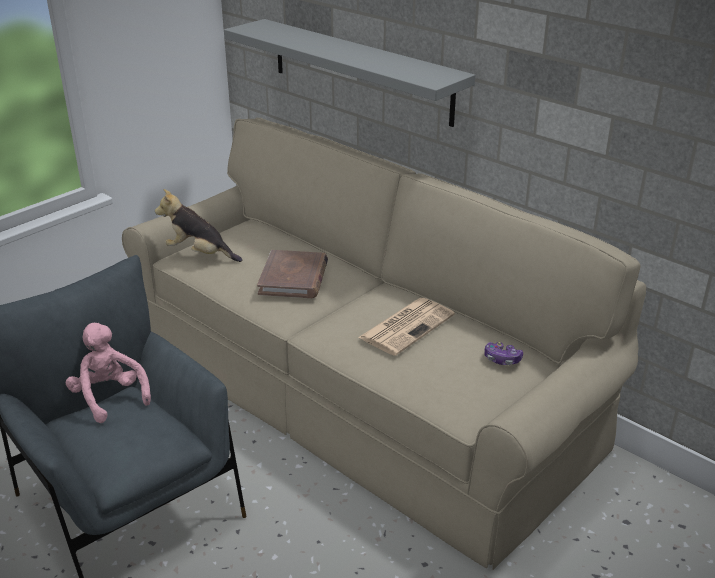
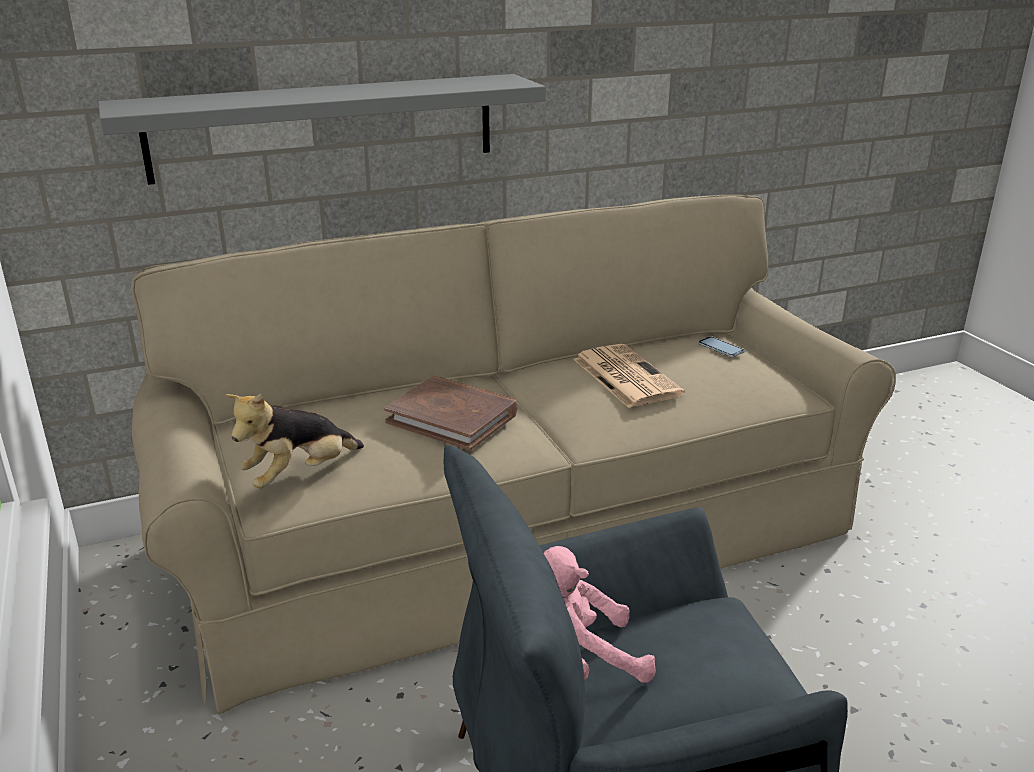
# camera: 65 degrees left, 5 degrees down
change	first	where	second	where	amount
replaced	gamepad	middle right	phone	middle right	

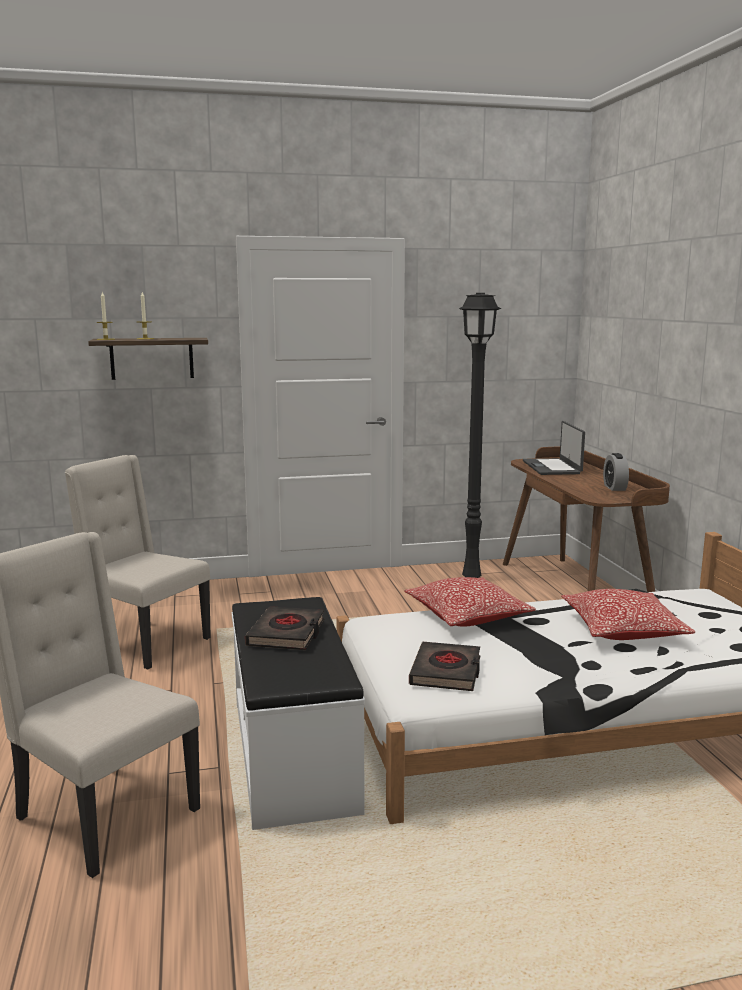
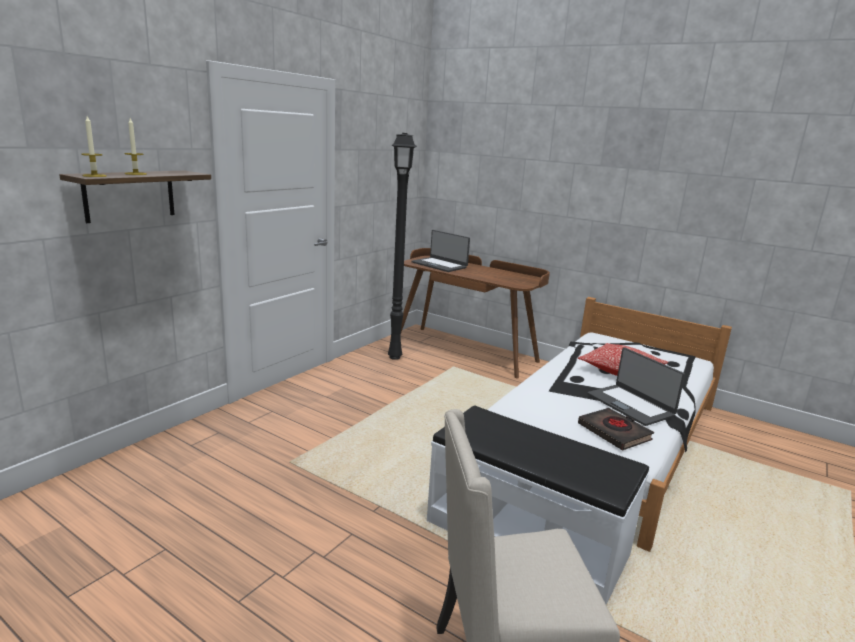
# camera: 45 degrees left, 5 degrees up
change	first	where	second	where	amount
removed	sand-coloured chair (2nd from left)	middle left			
removed	black bound book (1st from left)	centre			
removed	throw pillow (1st from left)	centre			
removed	table clock	middle right			
added			portable computer (2nd from left)	middle right	

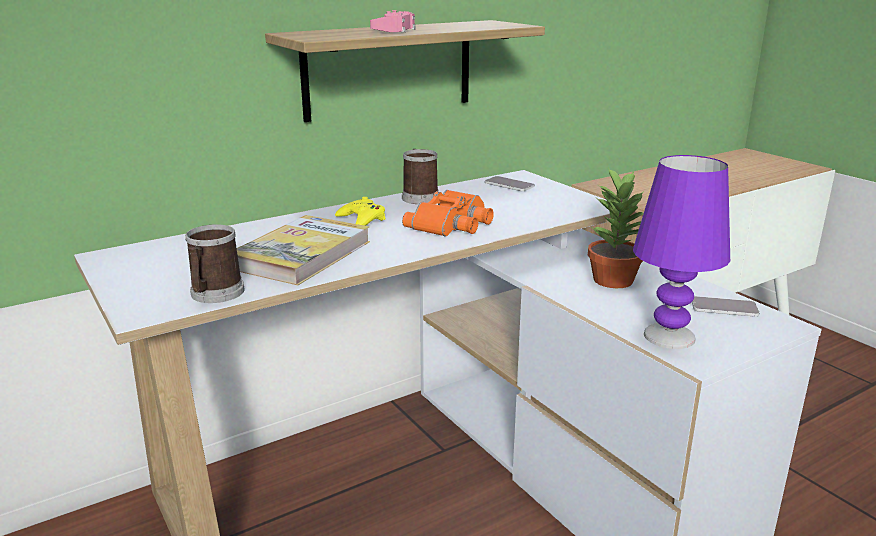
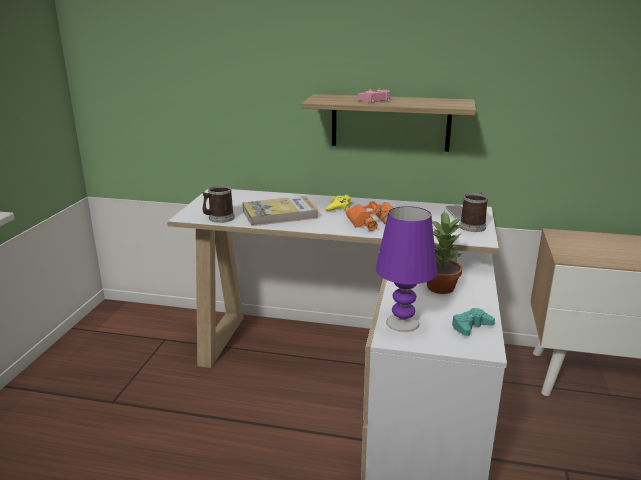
# camera: 45 degrees right, 0 degrees up
change	first	where	second	where	amount
moved	tea mug (2nd from left)	top centre		middle right	
replaced	phone (2nd from left)	middle right	blue-green gamepad	bottom right	

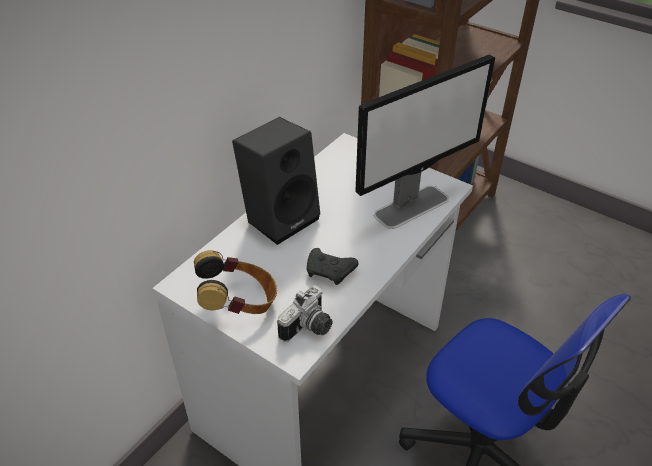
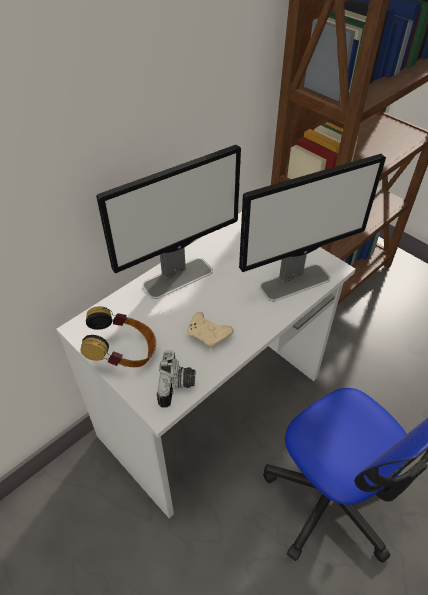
# camera: 10 degrees right, 5 degrees up
change	first	where	second	where	amount
replaced	black speaker	centre	monitor (1st from left)	centre	
turned	still camera	bottom centre		centre	45 degrees counterclockwise
recoloured	black gamepad	centre	sand-coloured gamepad	centre	

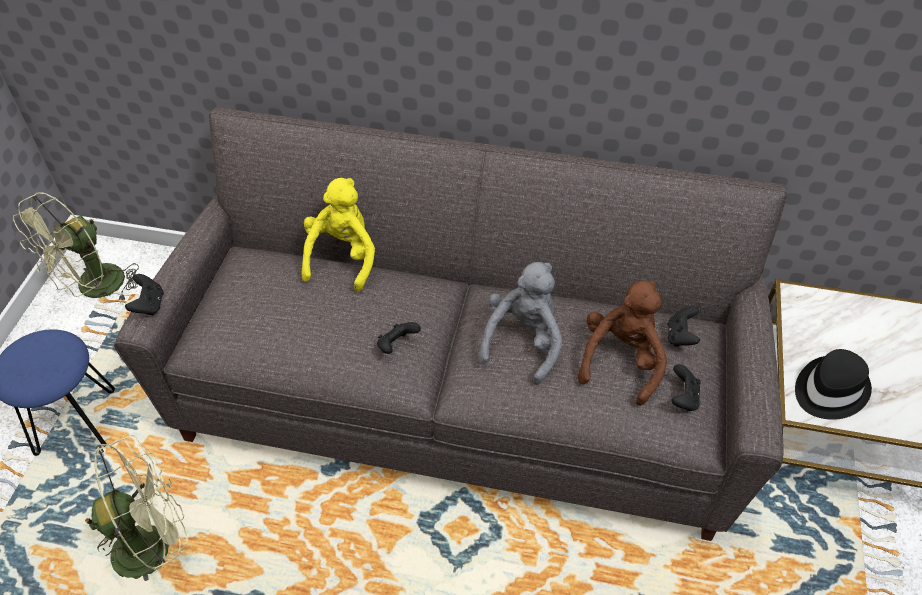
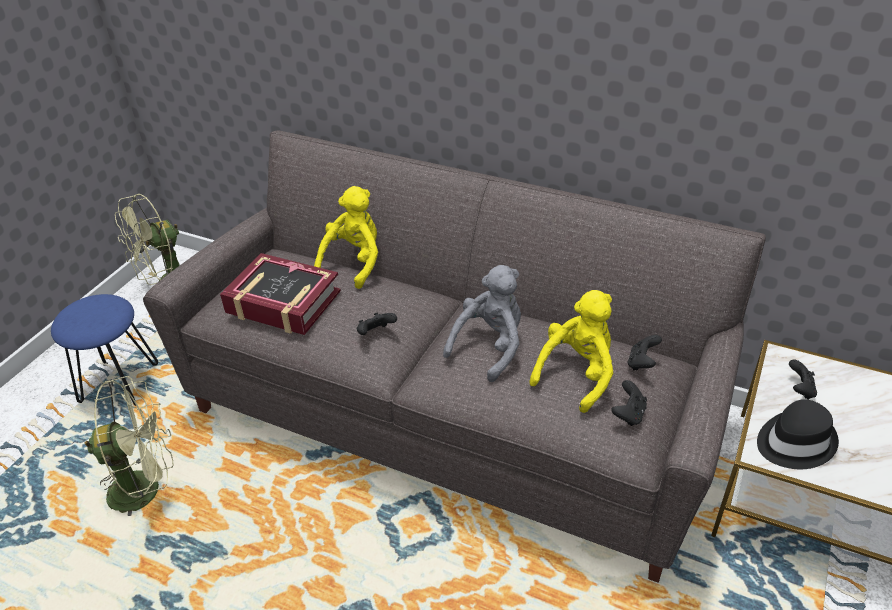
# camera: 15 degrees right, 10 degrees down
change	first	where	second	where	amount
moved	black gamepad (1st from left in the first image)	middle left	black gamepad (4th from left)	middle right	
recoloured	brownish cuddly toy	middle right	yellow-coloured cuddly toy (2nd from left)	centre	
added			bound book	middle left	

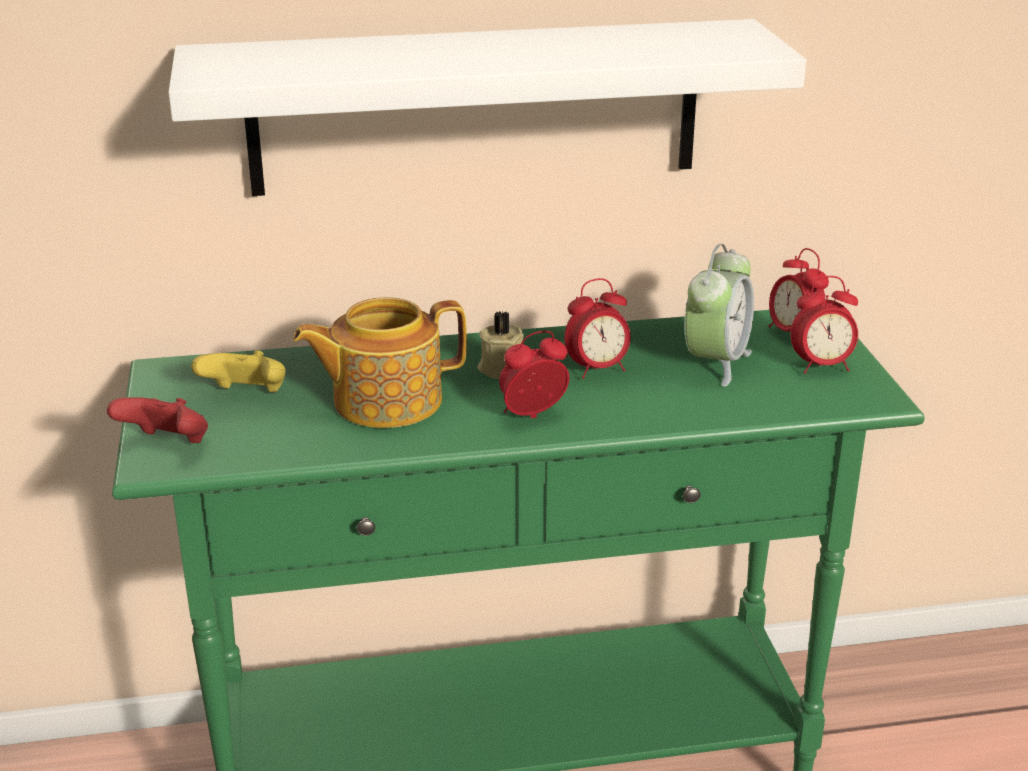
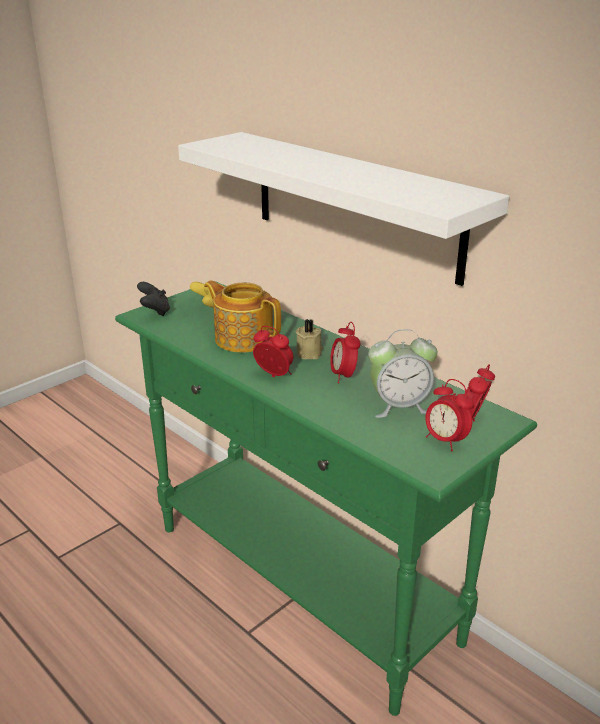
# camera: 55 degrees right, 0 degrees up
change	first	where	second	where	amount
recoloured	red-coloured gamepad	middle left	black gamepad	middle left	
turned	table clock (2nd from left)	centre		centre	45 degrees clockwise

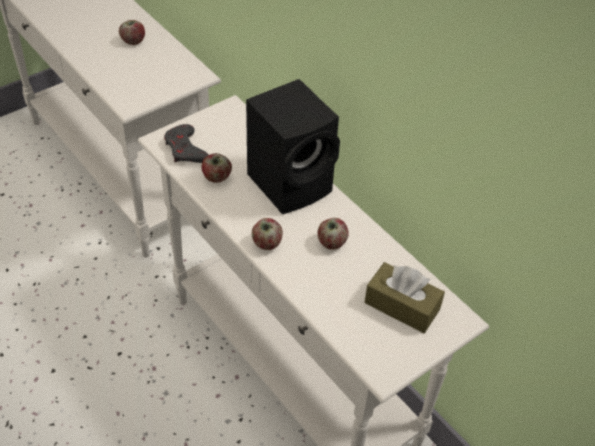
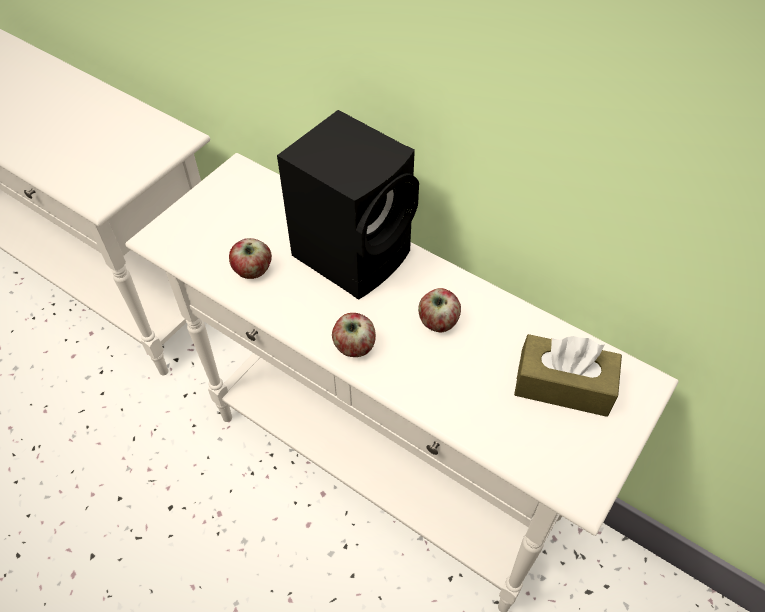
# camera: 15 degrees left, 5 degrees up
change	first	where	second	where	amount
removed	apple fruit (1st from left)	top left			
removed	greyish gamepad	top left			

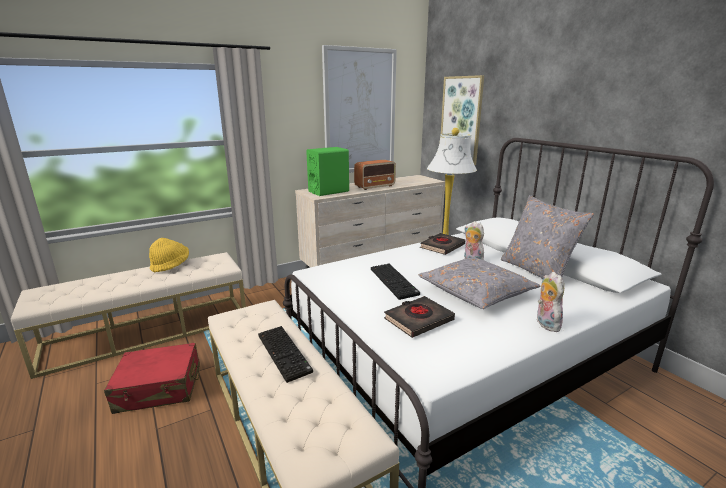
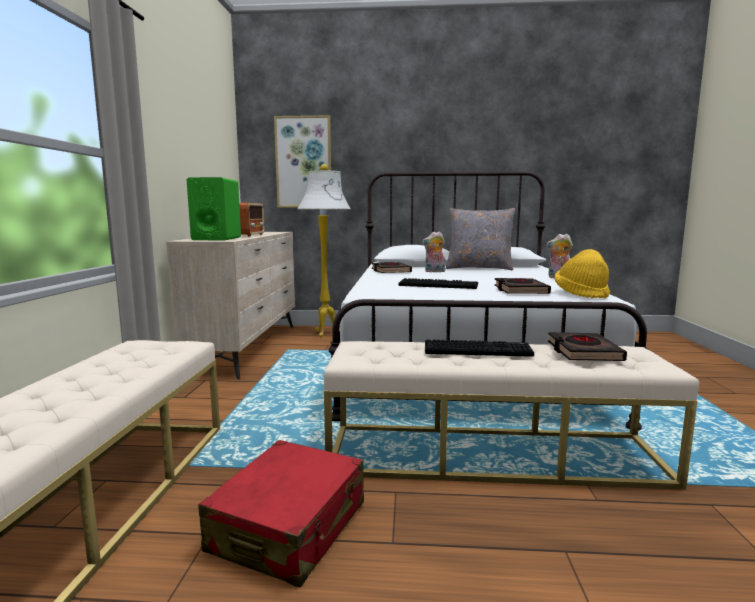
# camera: 55 degrees left, 10 degrees down
change	first	where	second	where	amount
moved	yellow-coloured hat	middle left		middle right	
removed	picture (1st from left)	top centre			
removed	greyish throw pillow (1st from left)	centre			
added			black bound book (3rd from left)	middle right	

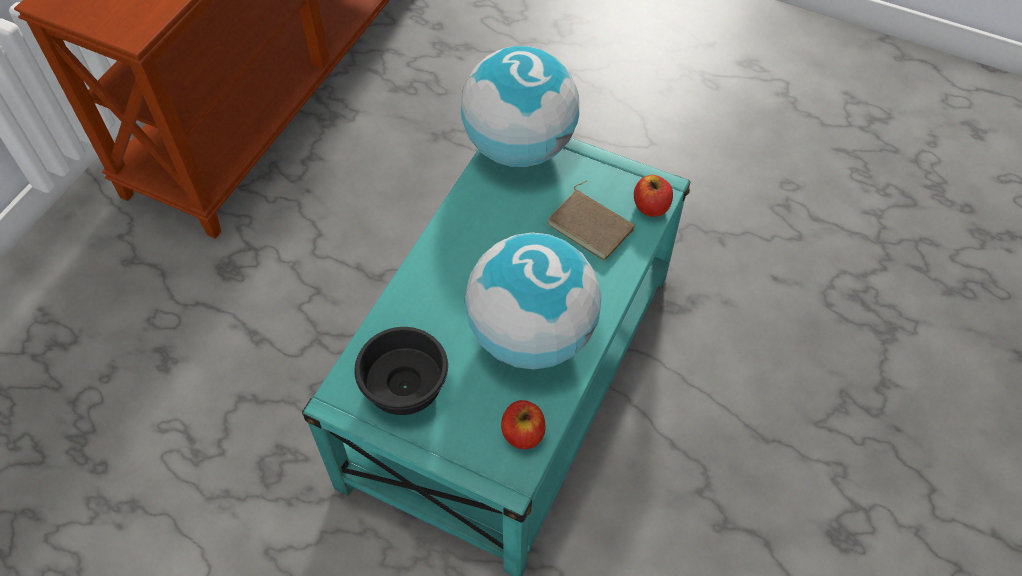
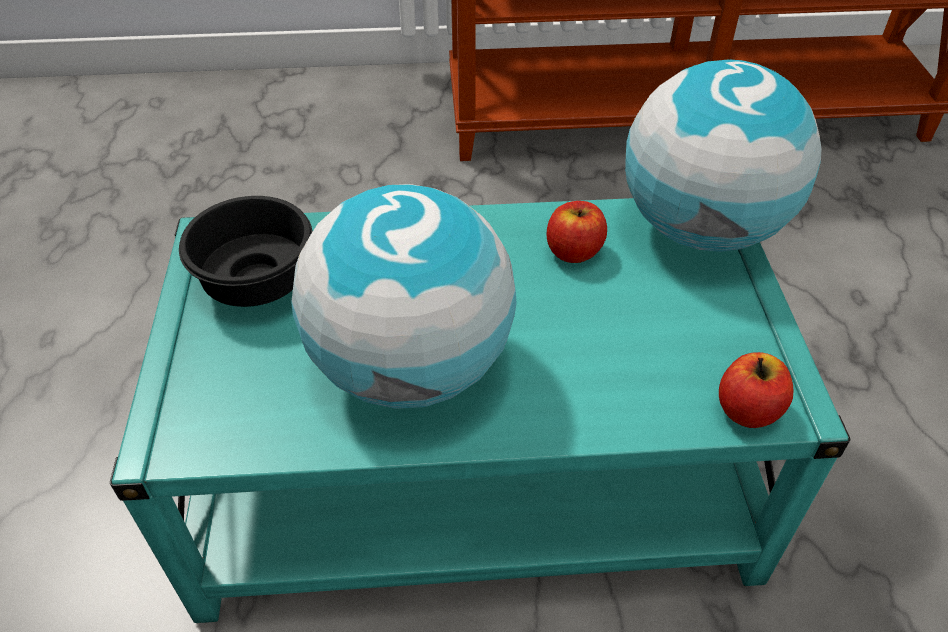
# camera: 60 degrees right, 10 degrees down
change	first	where	second	where	amount
moved	apple fruit (1st from left)	bottom centre		centre	
removed	brownish bound book	centre			

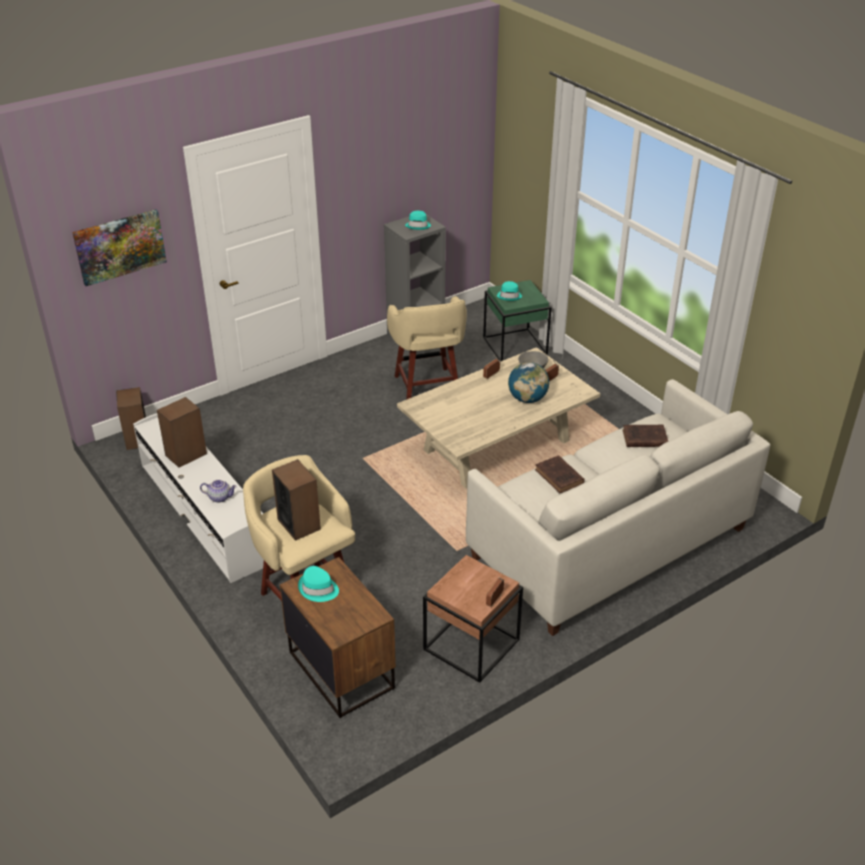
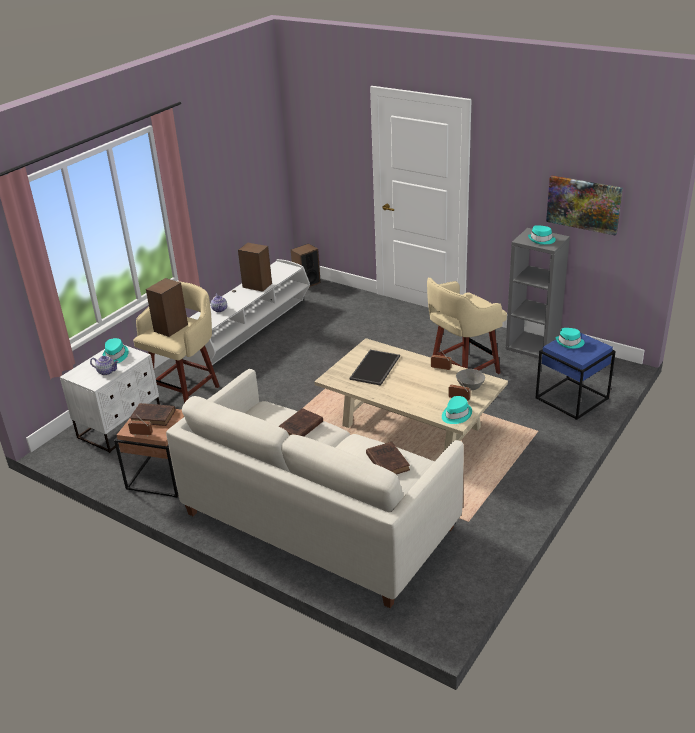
# camera: 70 degrees right, 5 degrees down
change	first	where	second	where	amount
moved	picture	top left		top right	
recoloured	brownish bedside table	bottom centre	white bedside table	middle left	
recoloured	green accent table	centre	blue-coloured accent table	middle right	
removed	desk globe	centre			
added			pot for tea (1st from left)	middle left	
added			brownish bound book (1st from left)	middle left	
added			carrying tray	centre	
added			blue-green hat (2nd from left)	centre	

